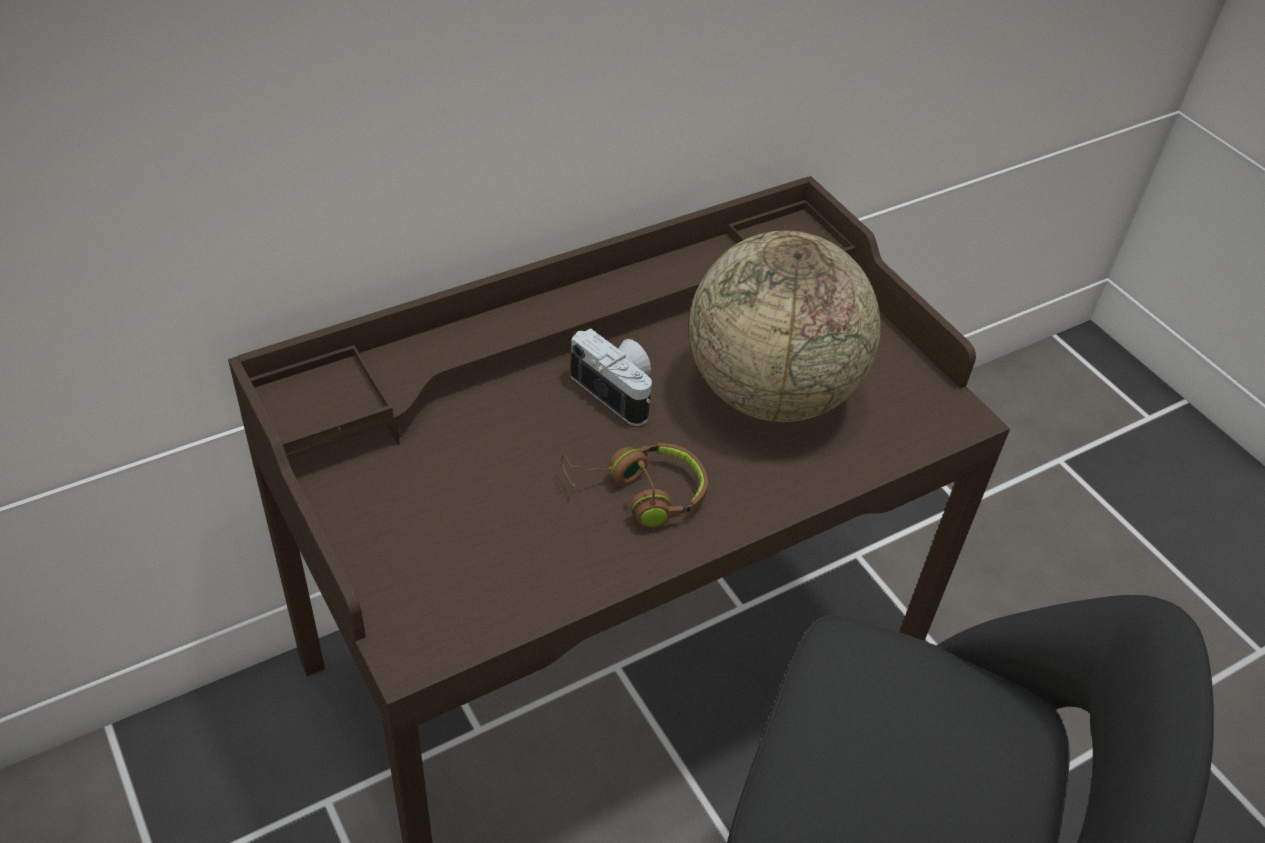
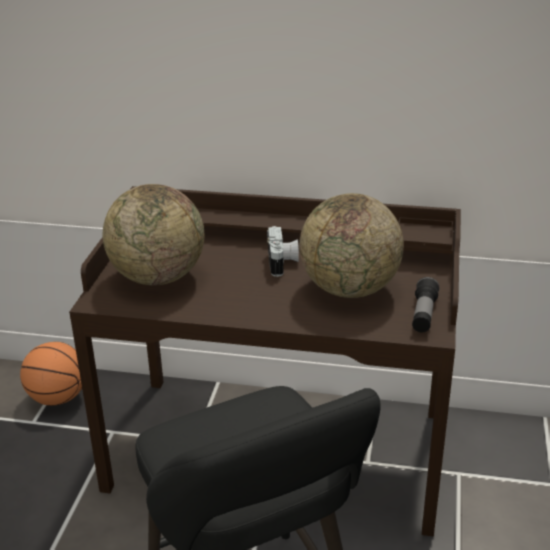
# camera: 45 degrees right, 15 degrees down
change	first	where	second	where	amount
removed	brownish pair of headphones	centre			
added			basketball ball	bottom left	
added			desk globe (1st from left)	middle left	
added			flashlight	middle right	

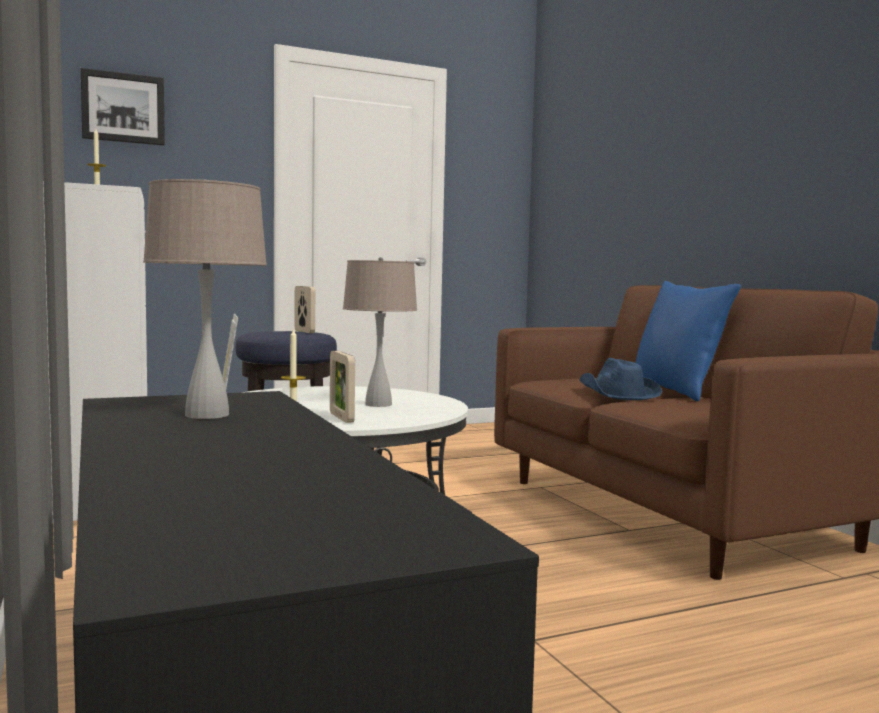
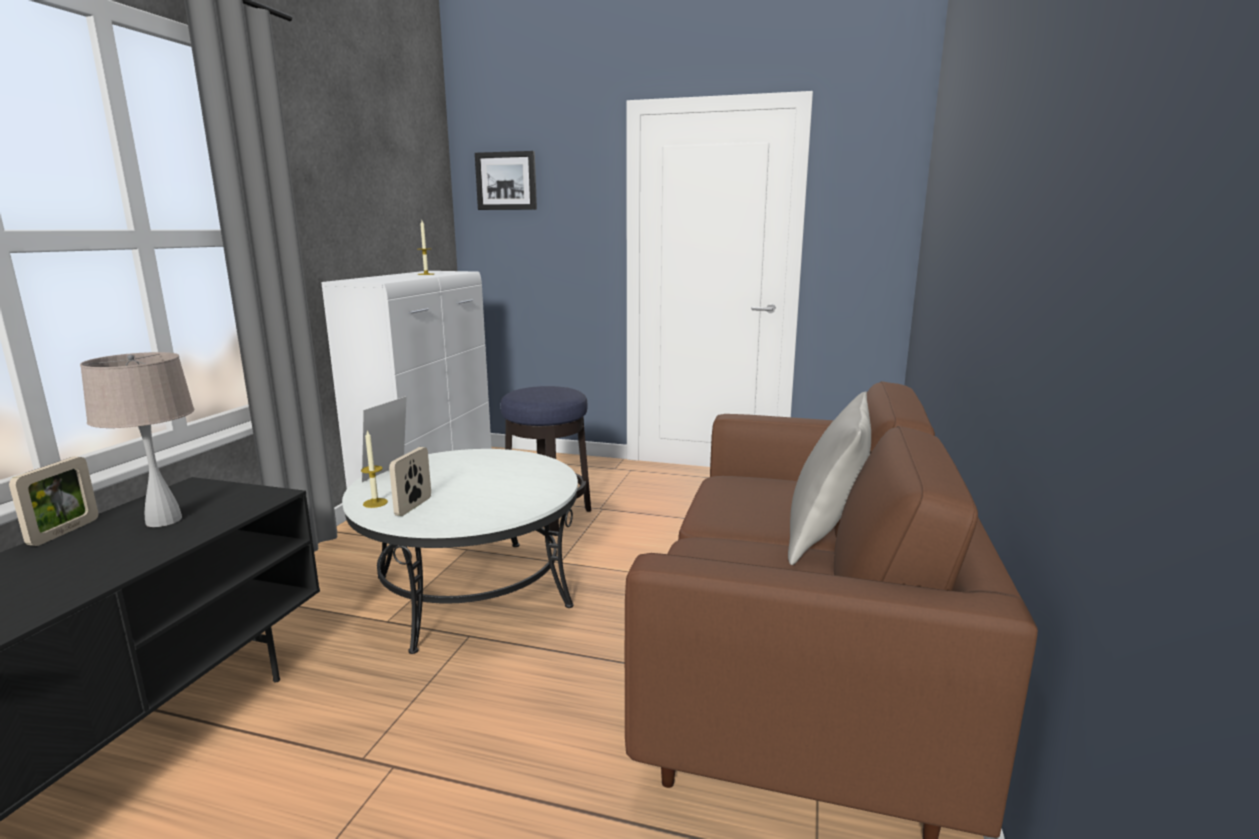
# camera: 40 degrees right, 10 degrees up
change	first	where	second	where	amount
moved	picture frame (2nd from left in the first image)	centre	picture frame (1st from left)	middle left	
removed	sand-coloured tabletop lamp (2nd from left)	centre			
removed	blue-coloured hat	middle right			
recoloured	blue-coloured throw pillow	middle right	greyish throw pillow	centre	

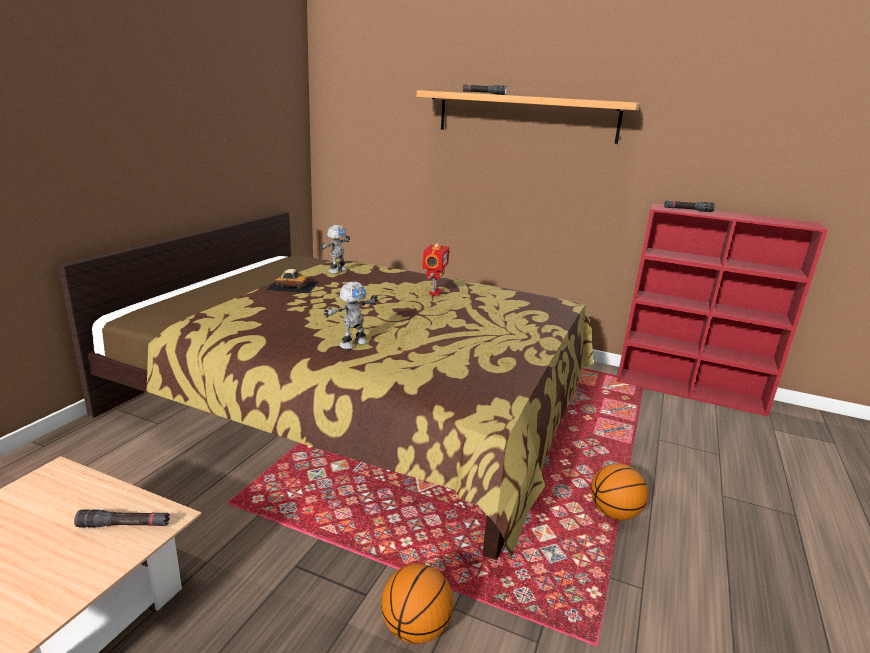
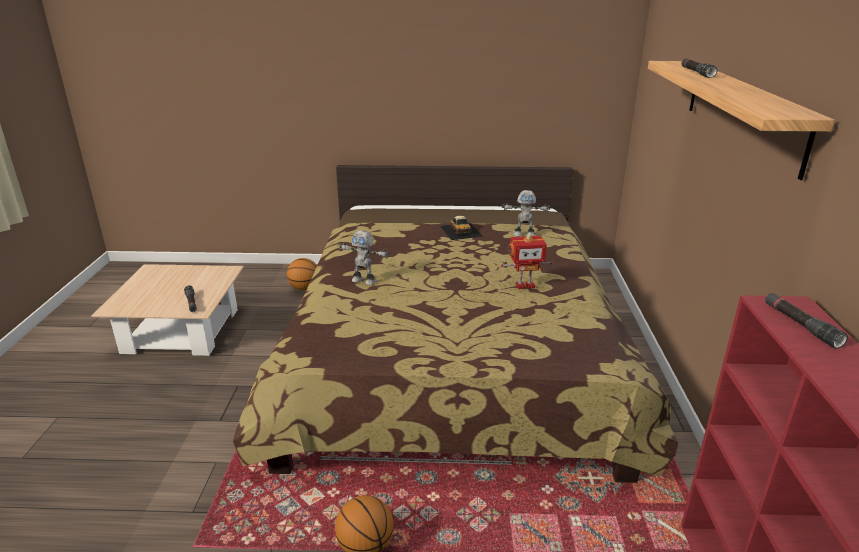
# camera: 70 degrees right, 5 degrees up
change	first	where	second	where	amount
moved	basketball ball (1st from left)	bottom centre		centre	

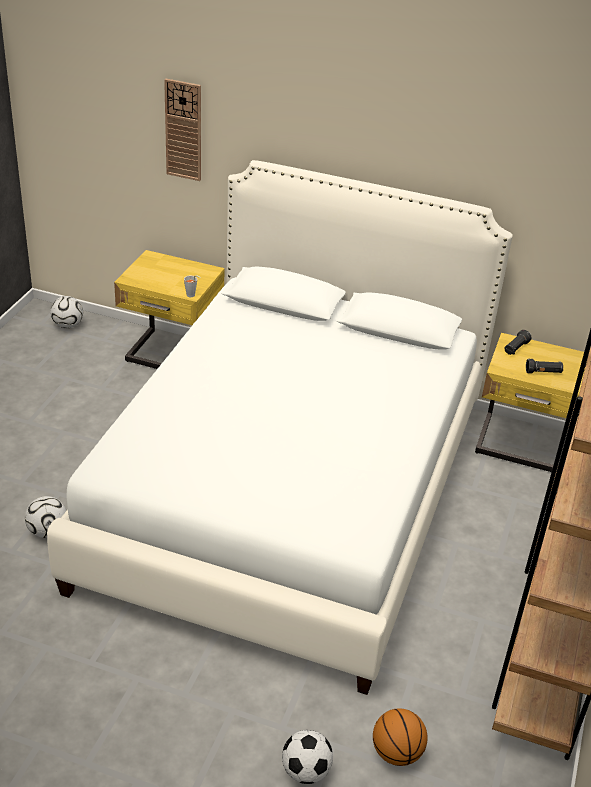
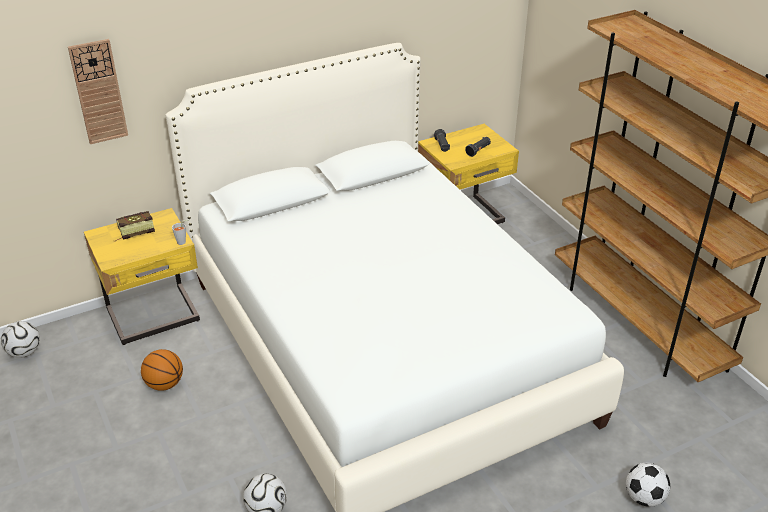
# camera: 45 degrees left, 0 degrees up
change	first	where	second	where	amount
moved	basketball ball	bottom right		bottom left	
added			bound book	middle left	

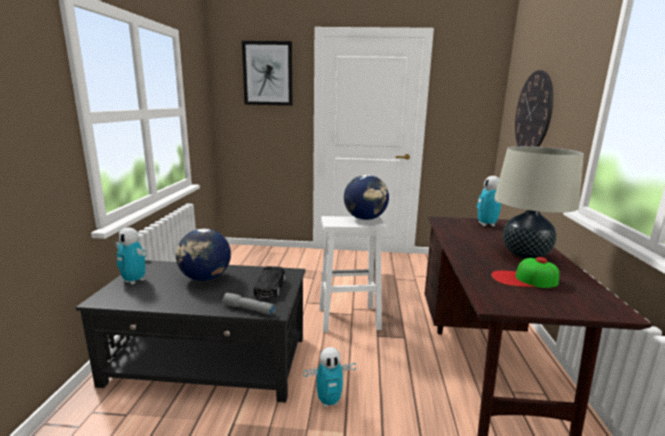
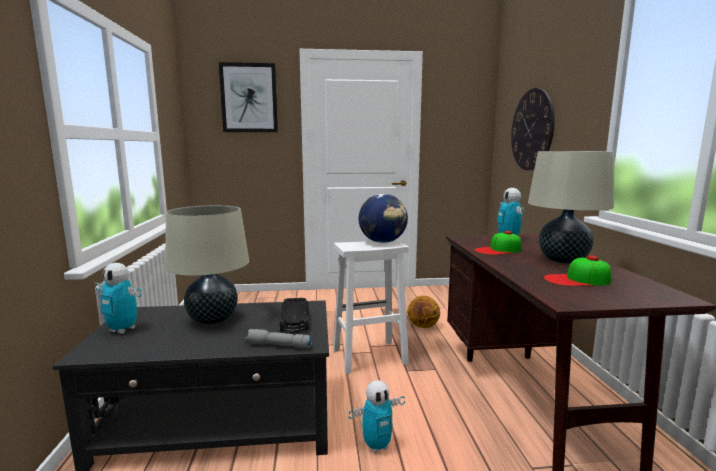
# camera: 10 degrees left, 5 degrees down
change	first	where	second	where	amount
replaced	desk globe (1st from left)	middle left	sand-coloured tabletop lamp (1st from left)	middle left	
added			basketball ball	centre	
added			baseball cap (1st from left)	middle right	

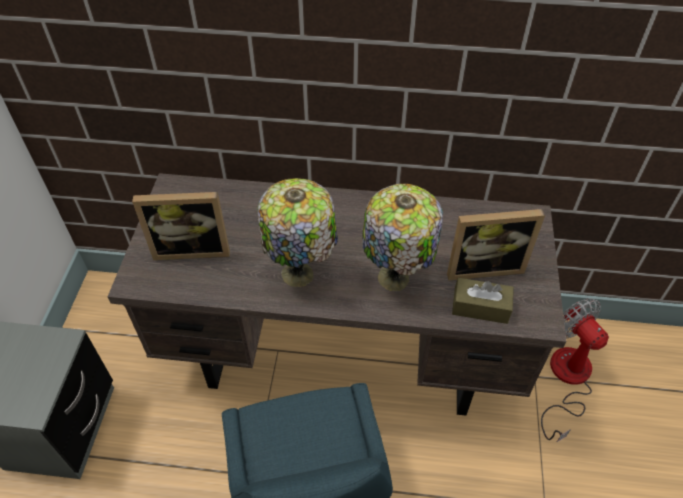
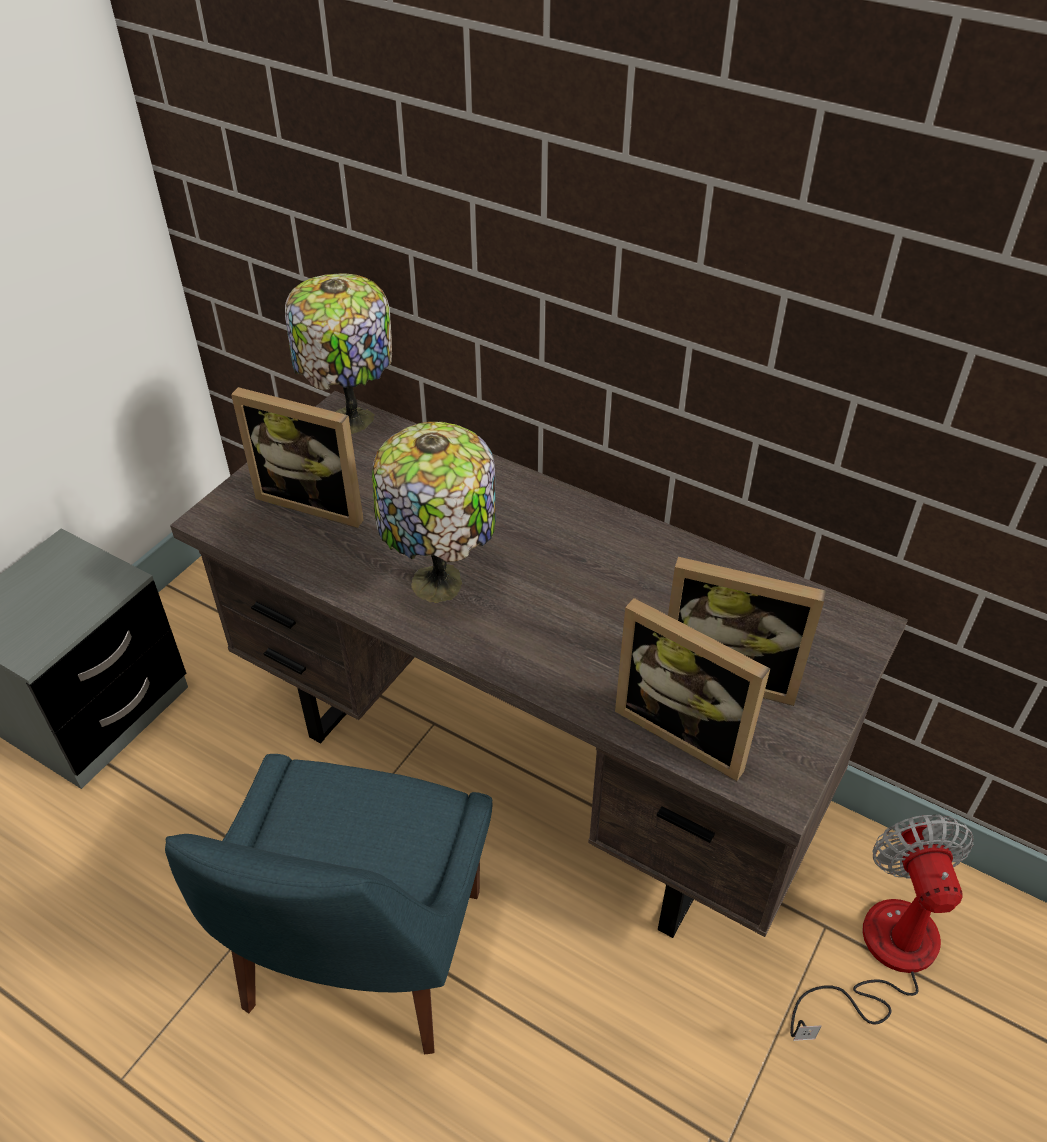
# camera: 25 degrees right, 5 degrees down
change	first	where	second	where	amount
moved	tabletop lamp (2nd from left in the first image)	centre	tabletop lamp (1st from left)	top left	
replaced	brownish tissue holder	middle right	picture frame (2nd from left)	centre	

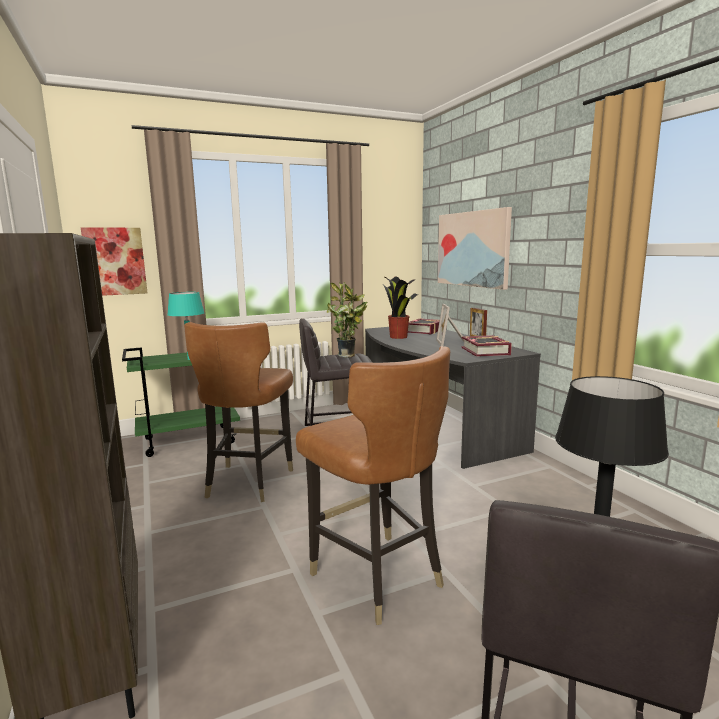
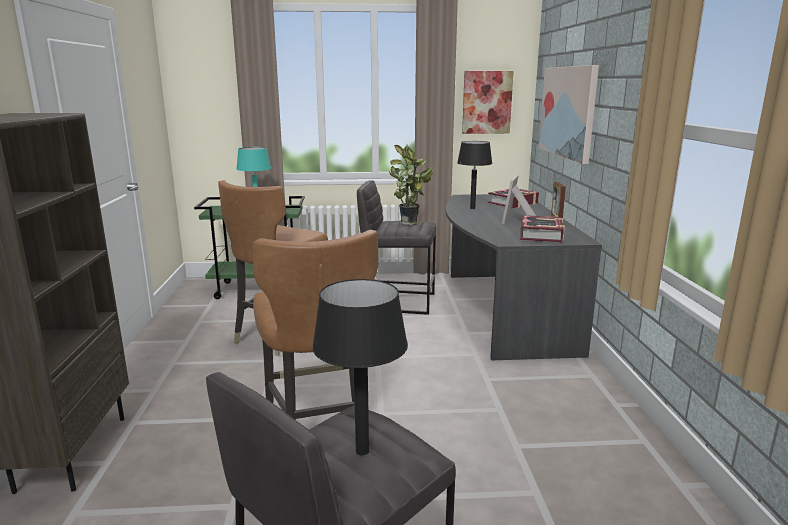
# camera: 20 degrees right, 5 degrees up
change	first	where	second	where	amount
moved	picture (1st from left)	middle left		top centre	
replaced	potted plant (2nd from left)	centre	black tabletop lamp (2nd from left)	centre	

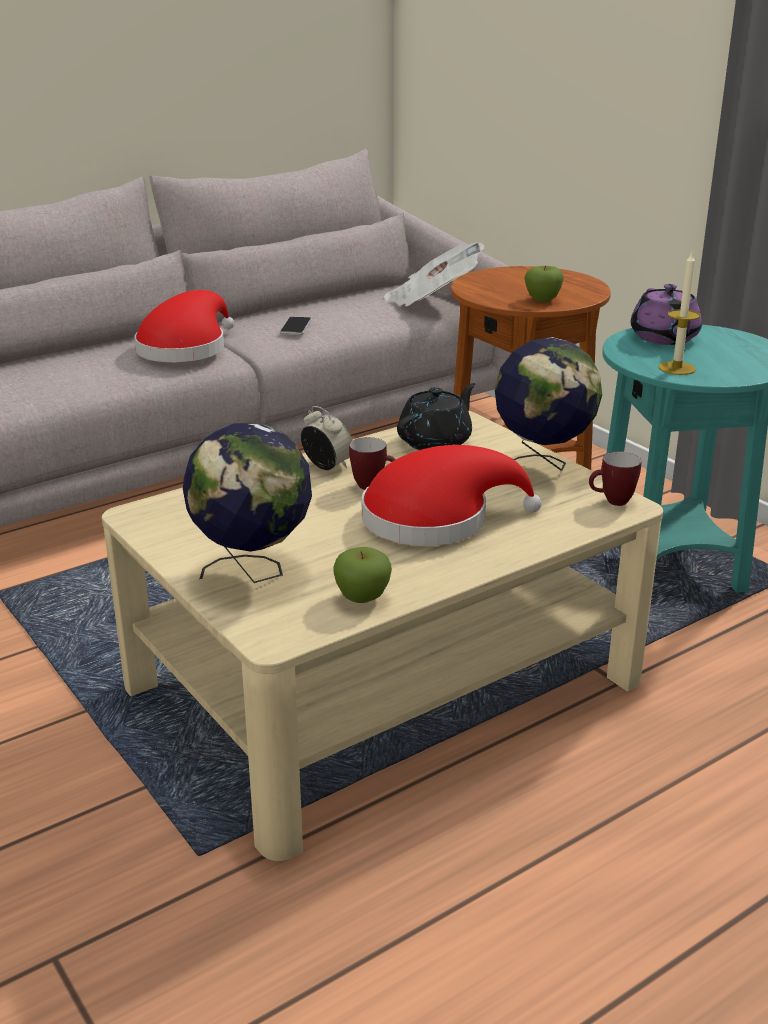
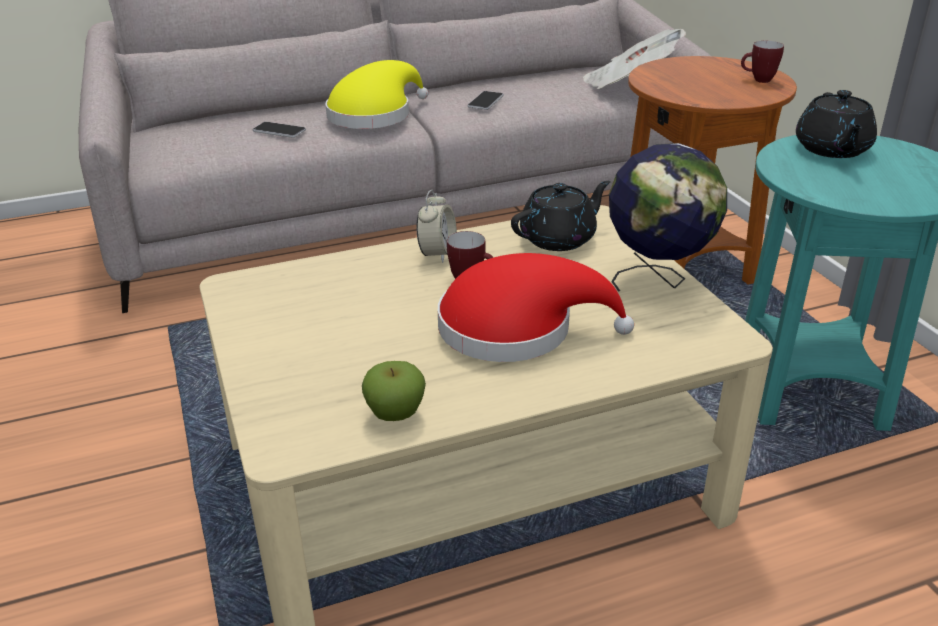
# camera: 15 degrees right, 5 degrees up
change	first	where	second	where	amount
recoloured	red-coloured hat (1st from left)	top left	yellow-coloured hat	top centre	
removed	desk globe (1st from left)	middle left			
turned	table clock	centre		centre	45 degrees clockwise
removed	apple fruit (2nd from left)	top right			
moved	tea mug (2nd from left)	middle right		top right	
recoloured	purple-coloured pot for tea	top right	black pot for tea (2nd from left)	top right	
removed	wax light	top right			
added			phone (1st from left)	top left	

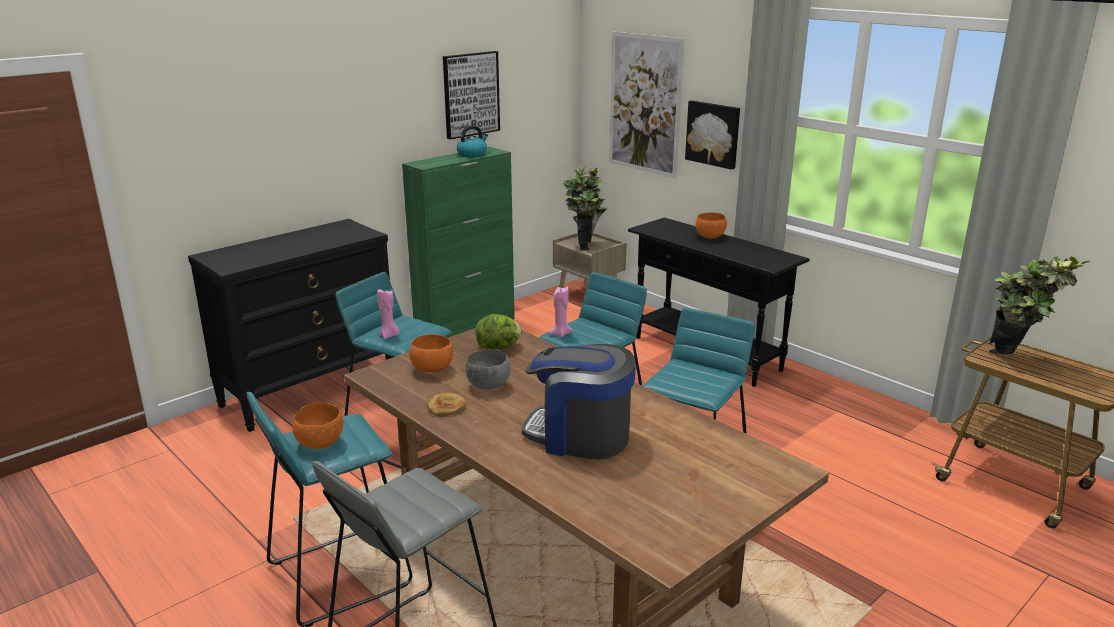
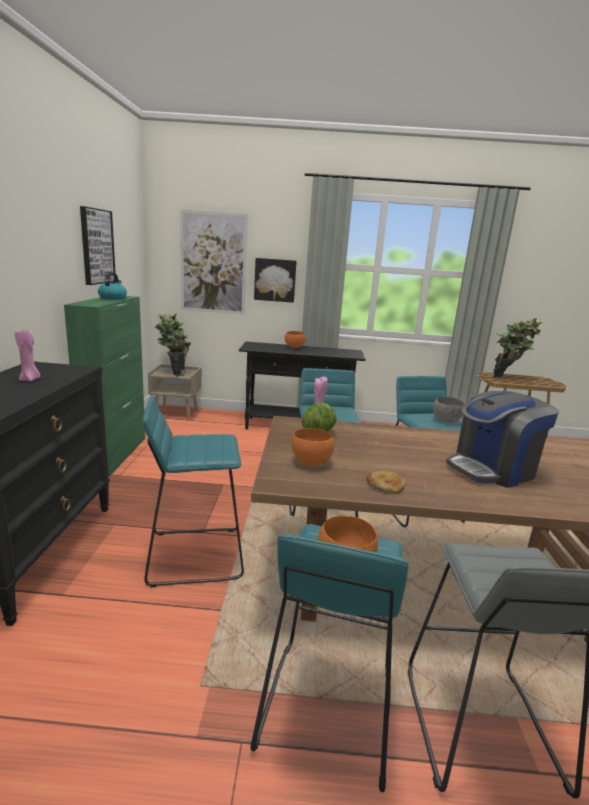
# camera: 45 degrees left, 5 degrees down
change	first	where	second	where	amount
moved	pink wax light (1st from left)	centre		middle left	
moved	greyish serving bowl	centre		middle right	

